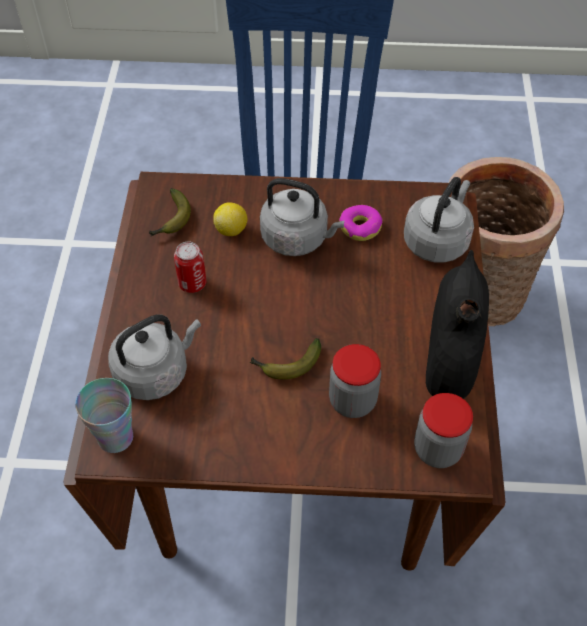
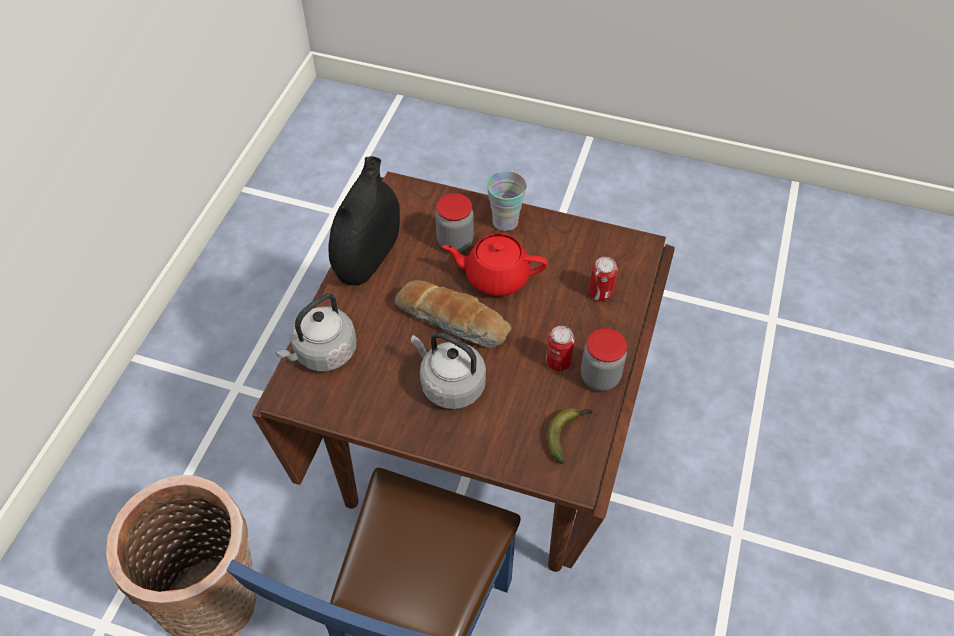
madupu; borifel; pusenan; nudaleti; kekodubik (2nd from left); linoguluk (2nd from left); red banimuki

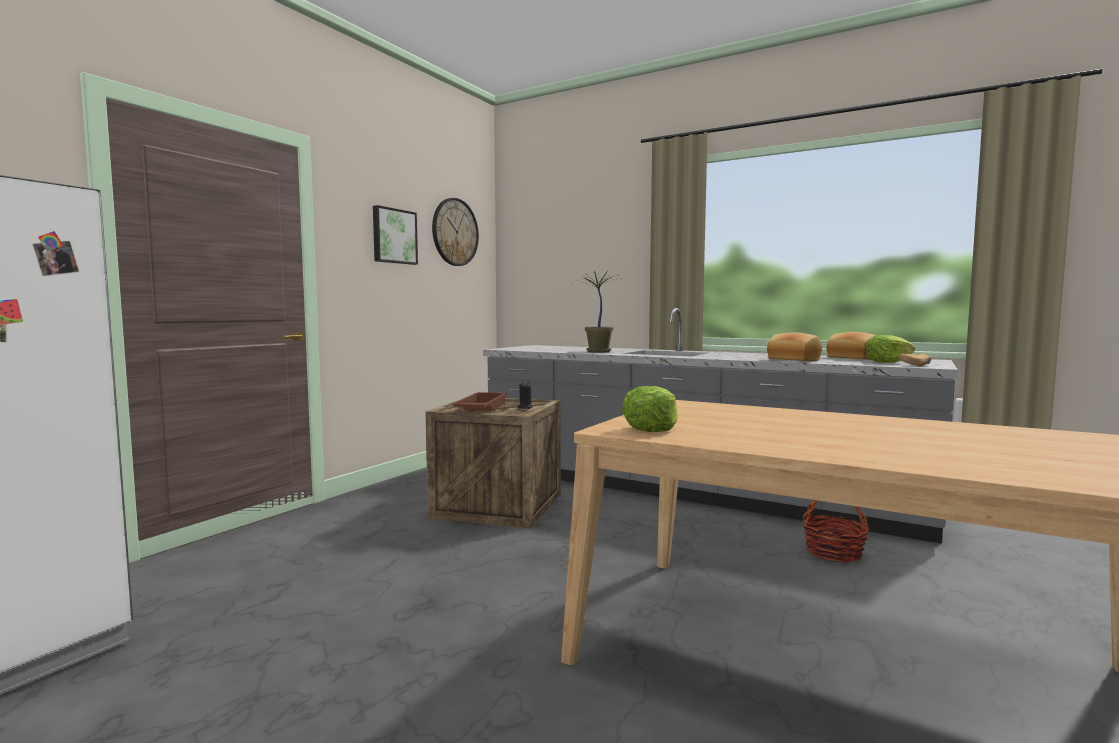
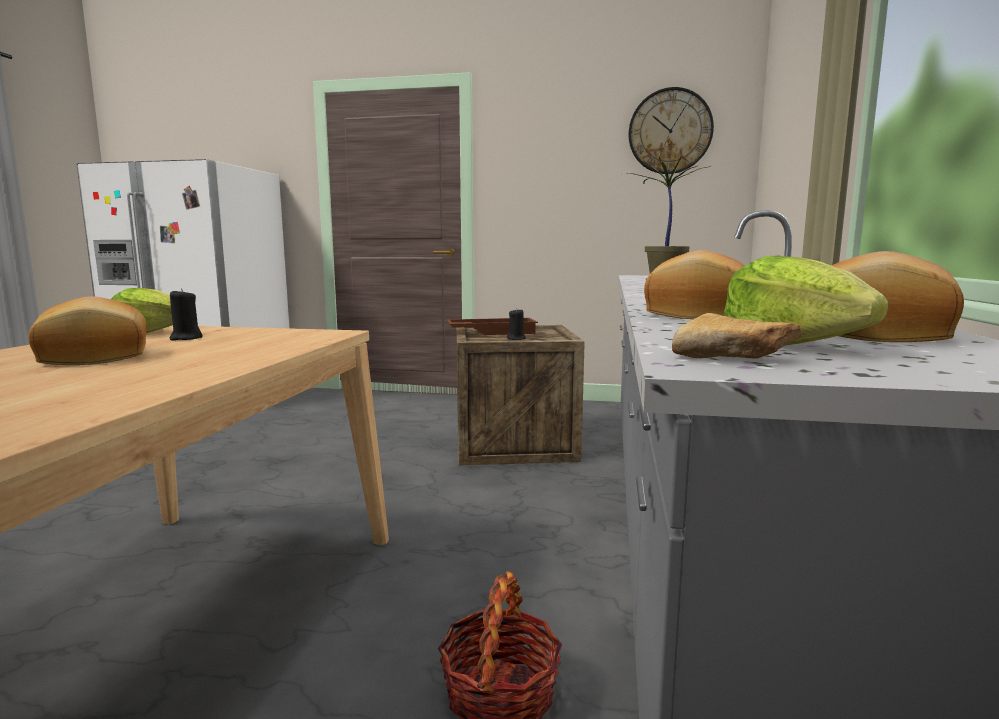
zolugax; pusenan (1st from left); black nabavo (1st from left)

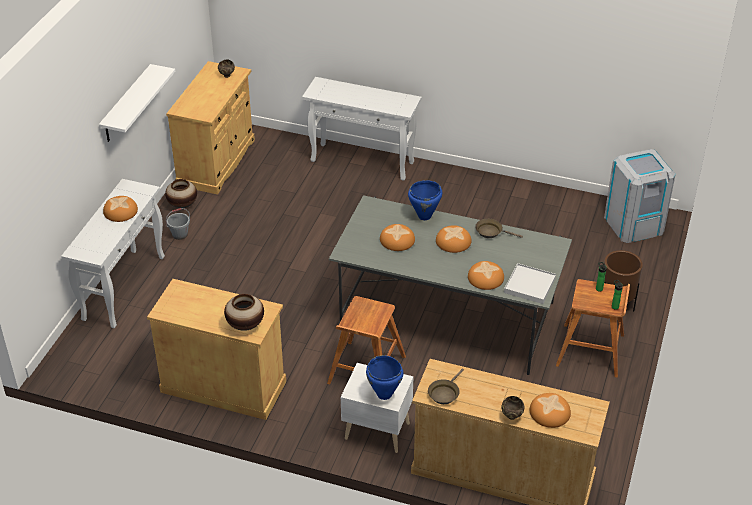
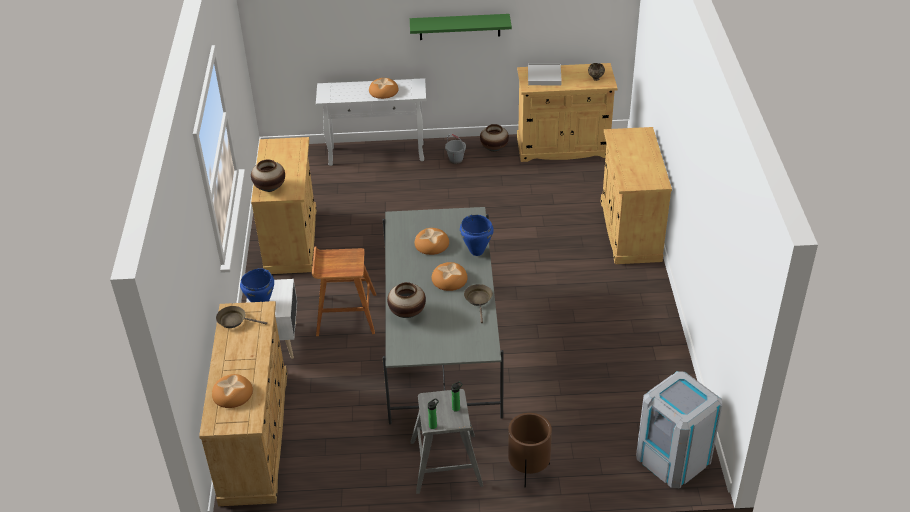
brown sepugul (2nd from left in the first image); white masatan; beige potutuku (3rd from left); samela (2nd from left); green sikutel; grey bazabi

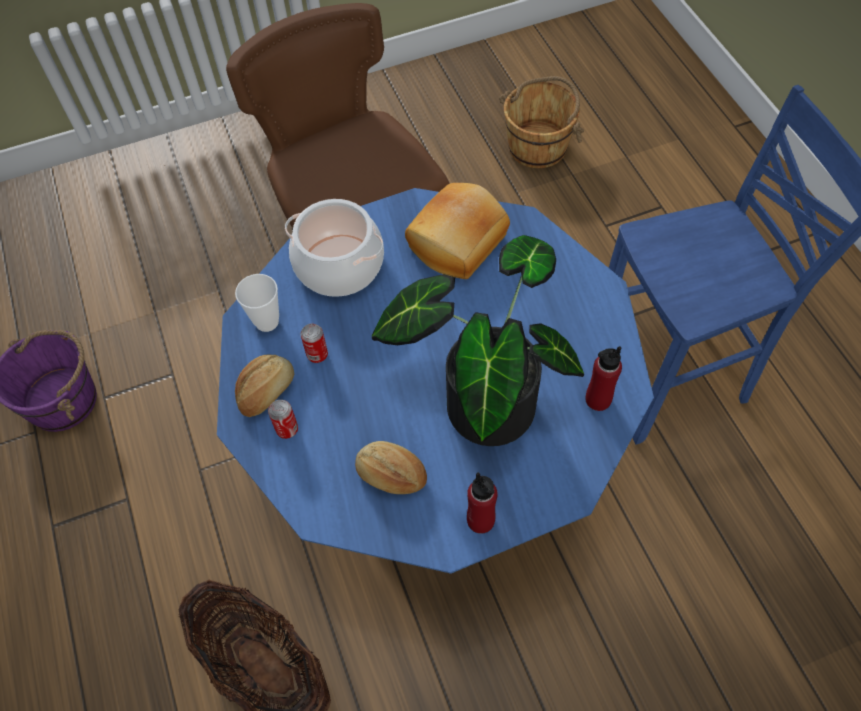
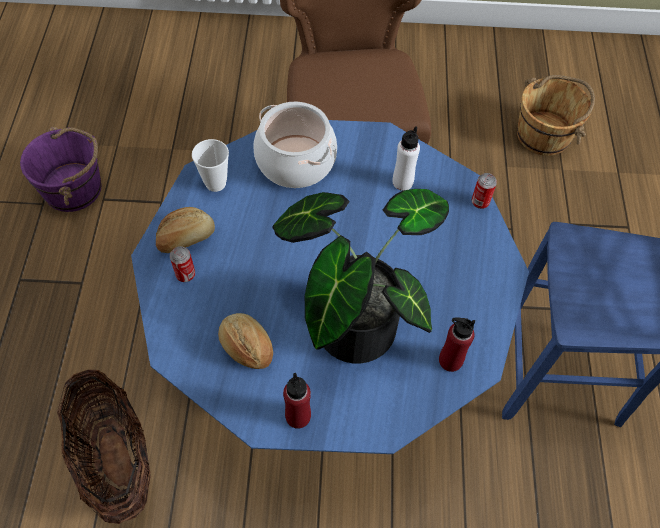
linoguluk (2nd from left); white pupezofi

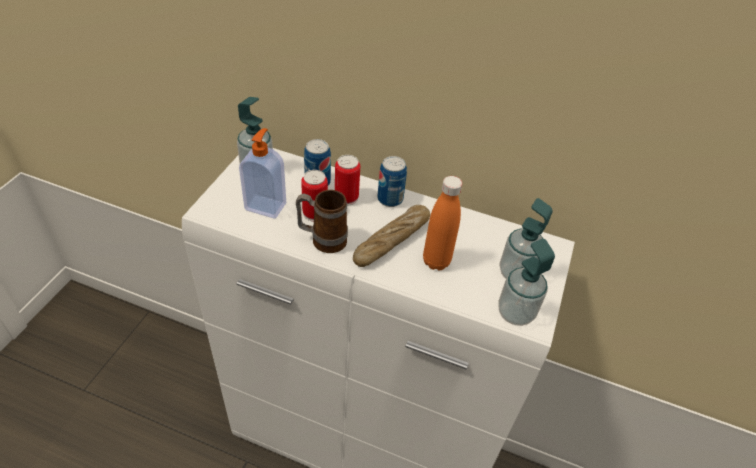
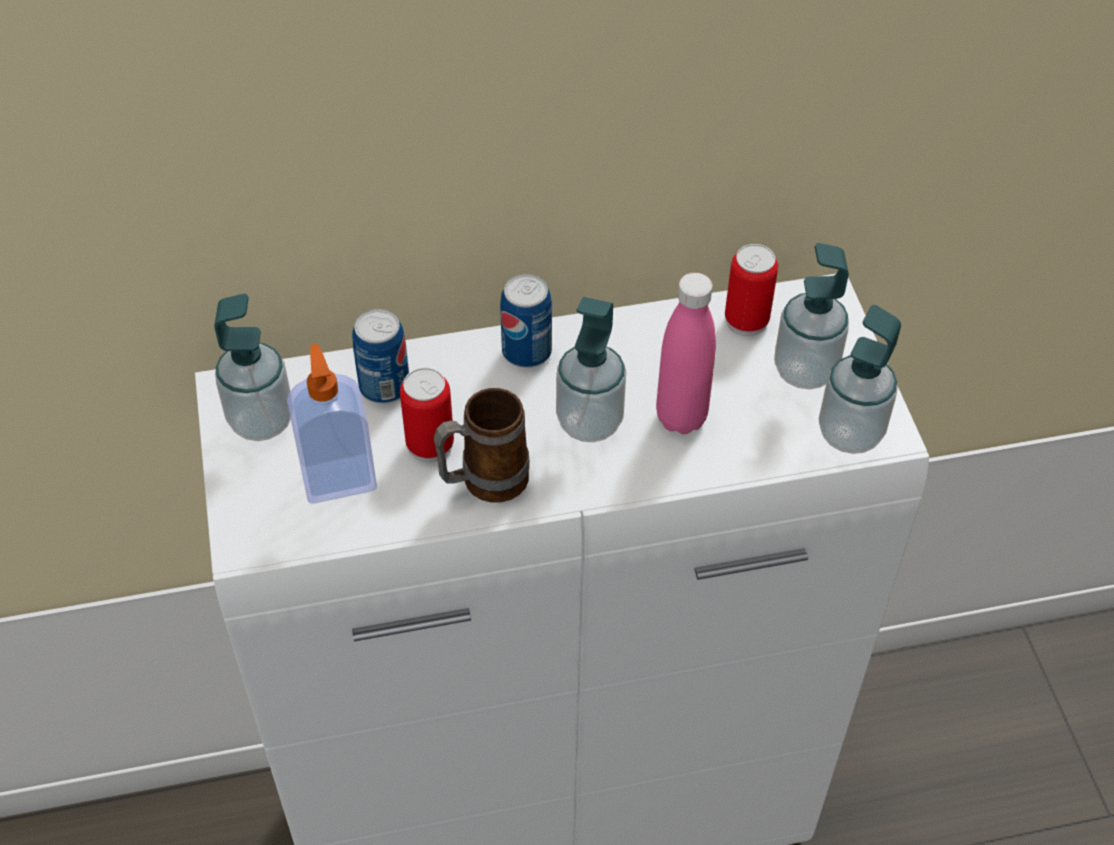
linoguluk (4th from left); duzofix (3rd from left); pink pupezofi

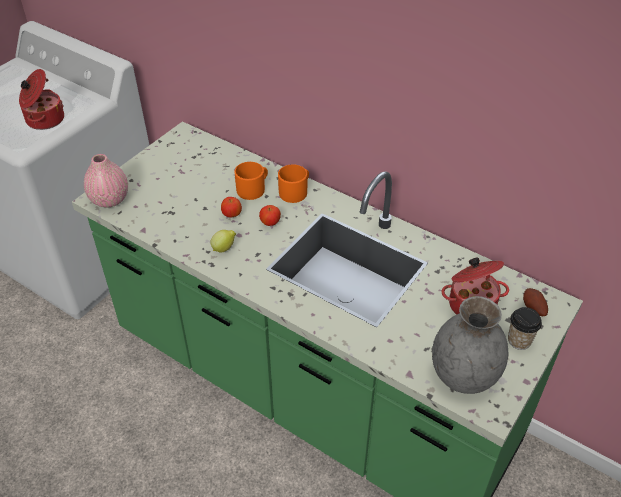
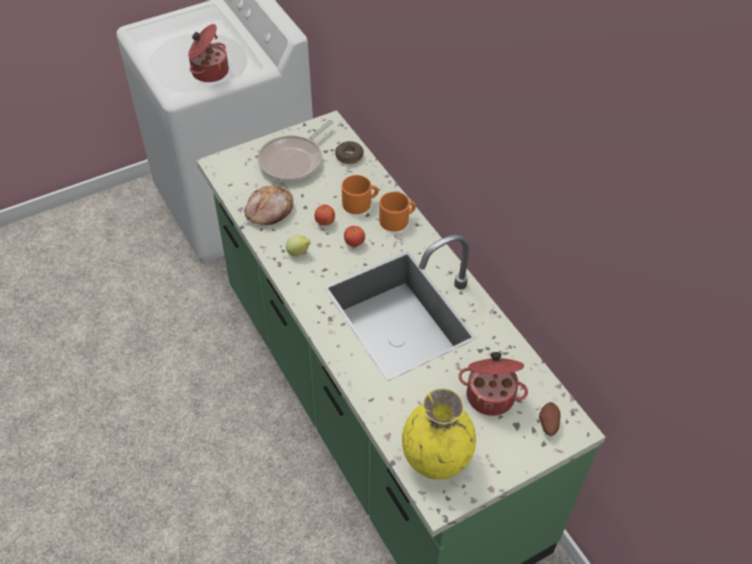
pink samela; nudaleti; pusenan; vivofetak; borifel; yellow samela

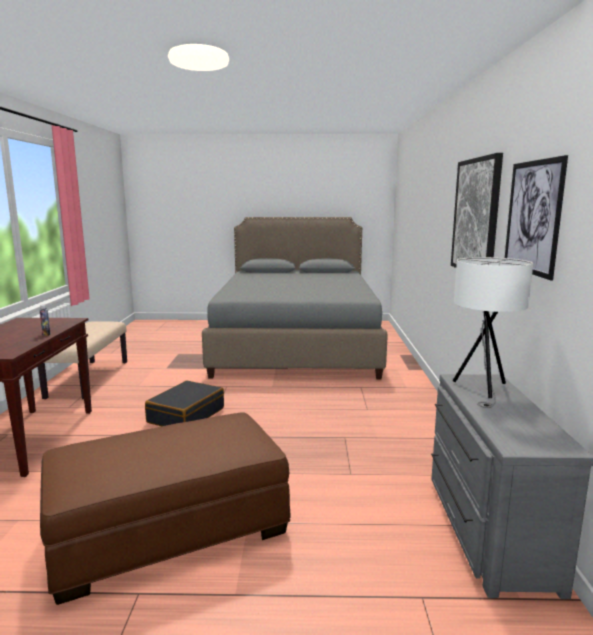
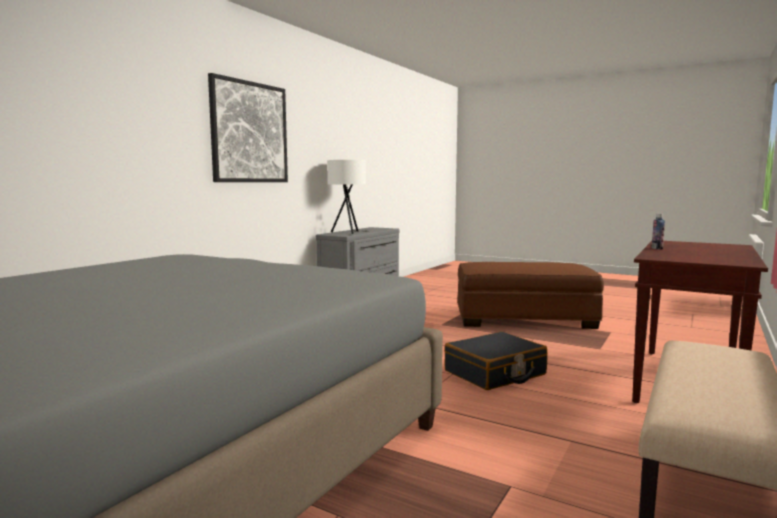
zolugax (2nd from left in the first image)

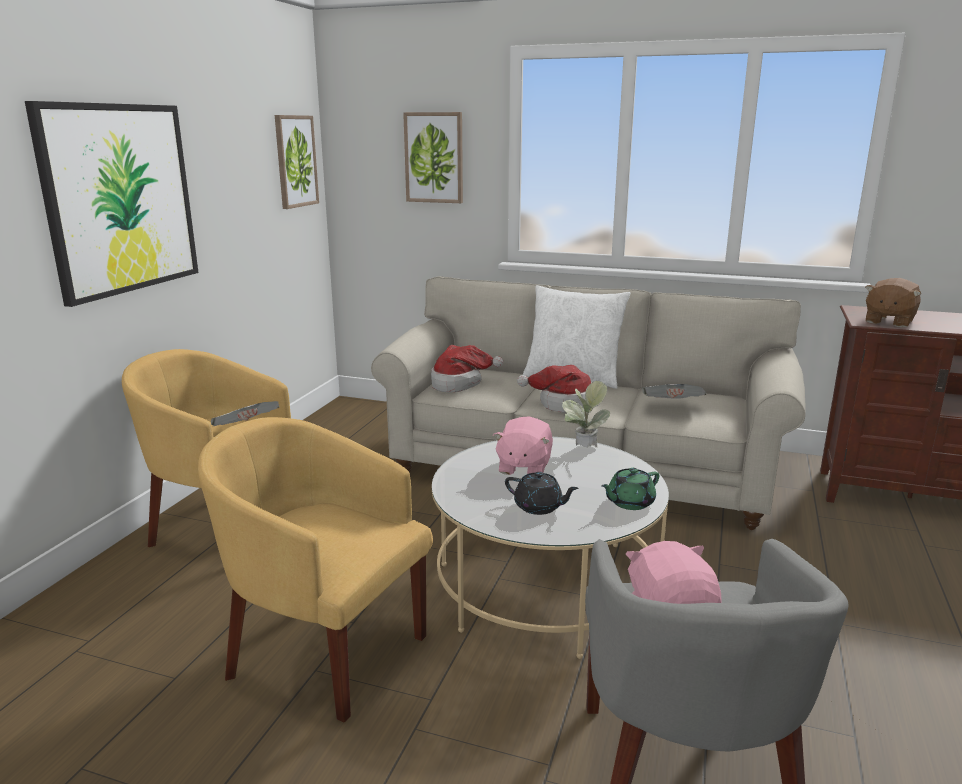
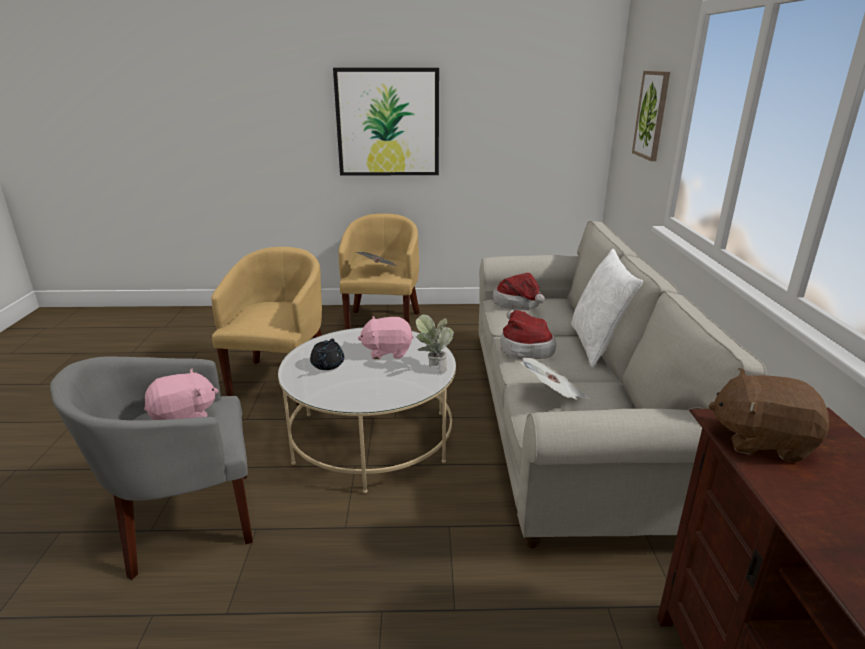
zolugax (2nd from left in the first image); green banimuki

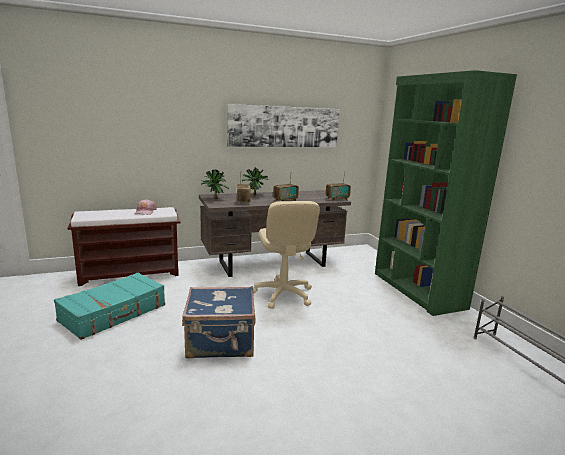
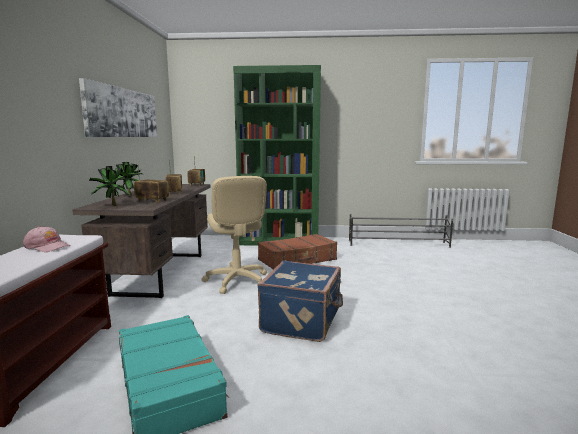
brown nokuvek; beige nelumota

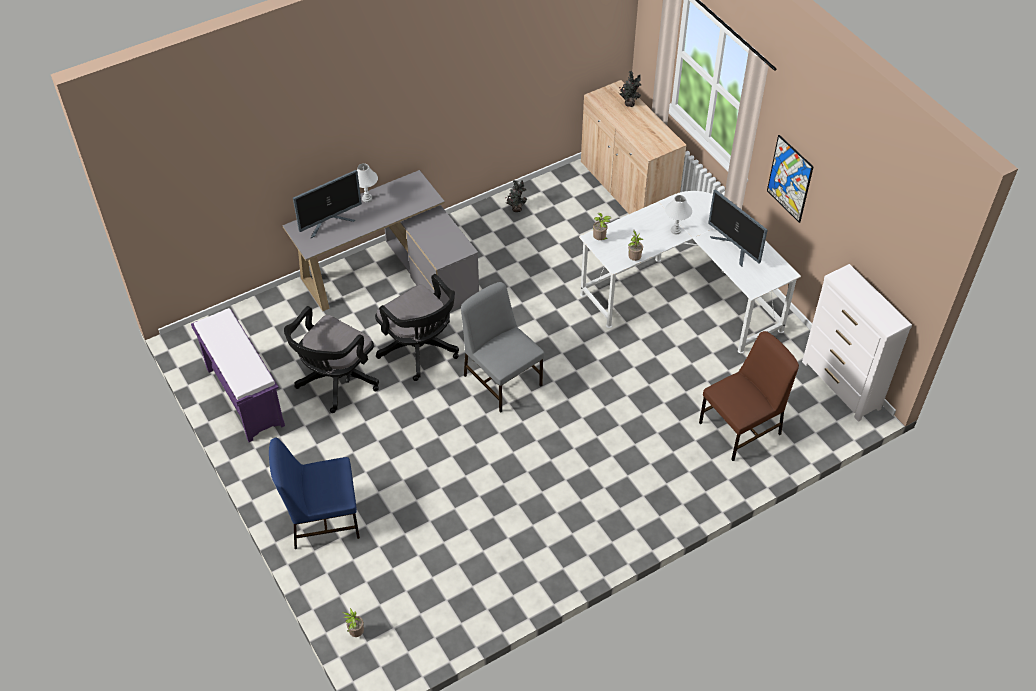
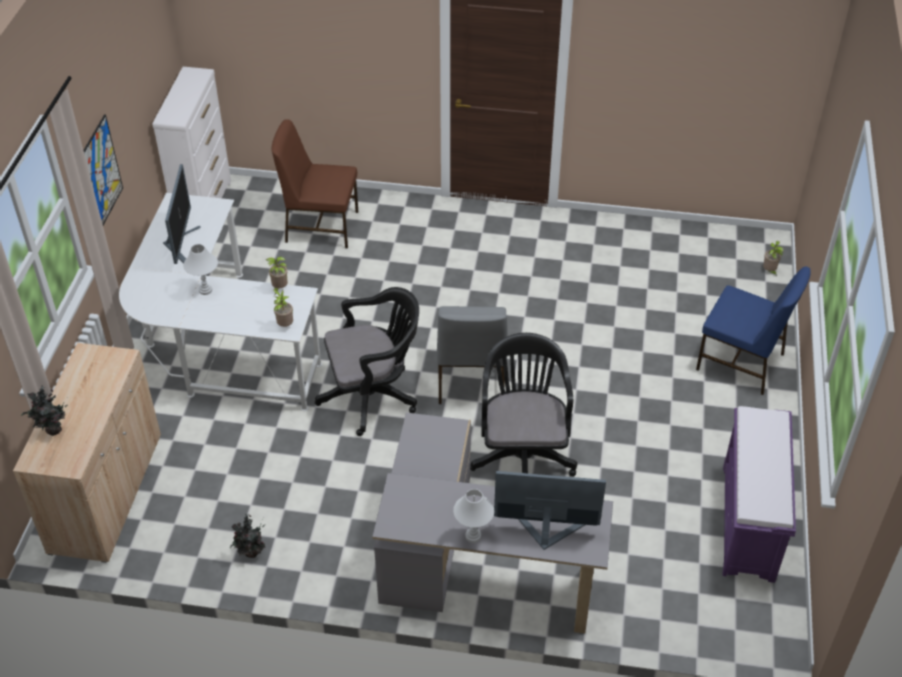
black nelumota (1st from left)

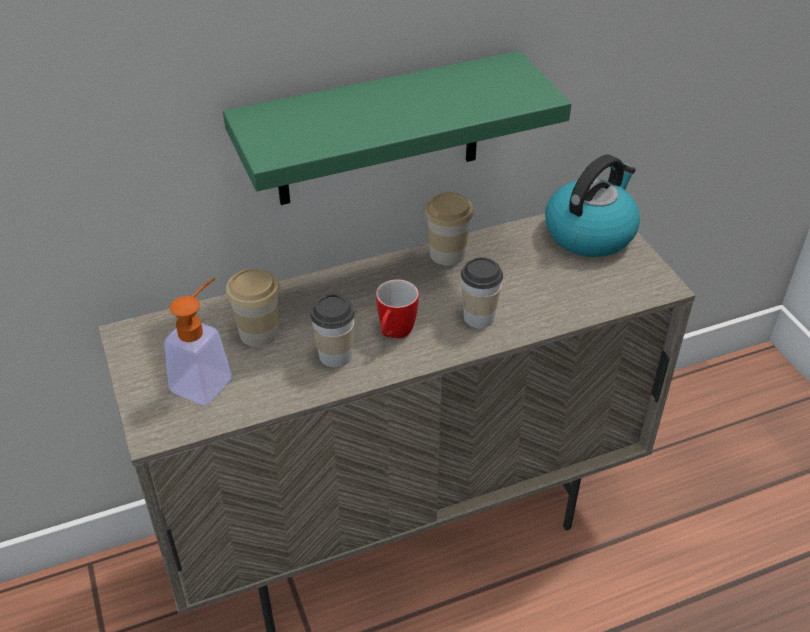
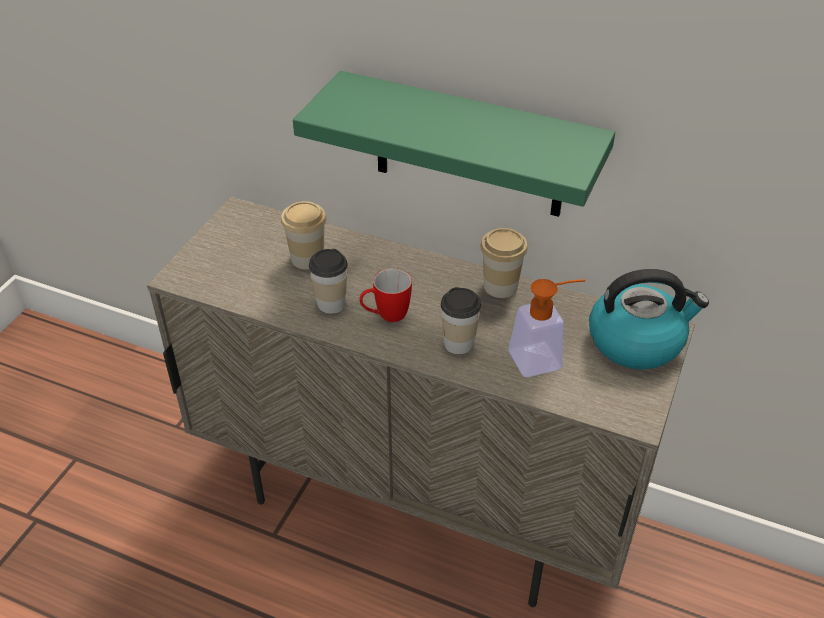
duzofix

